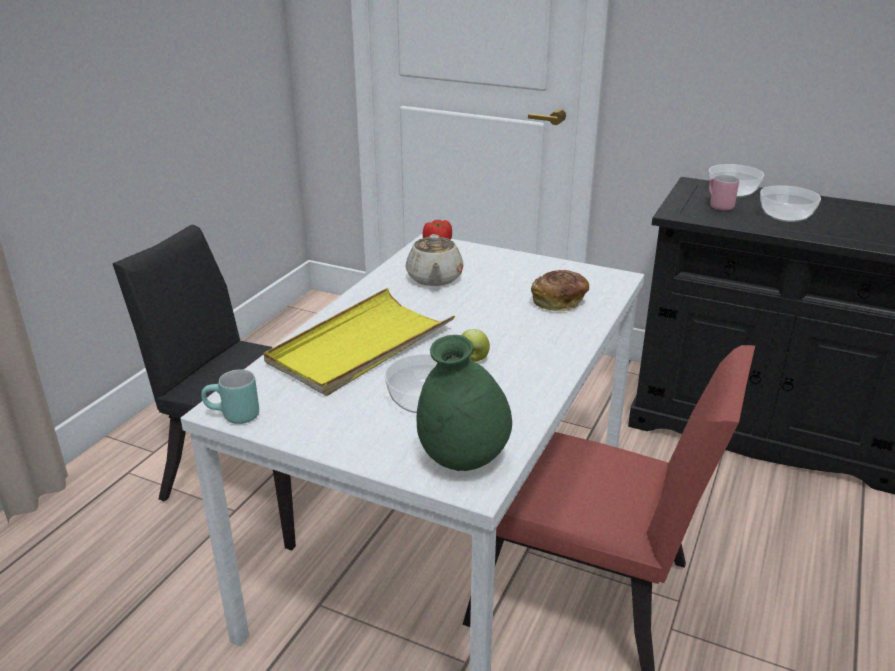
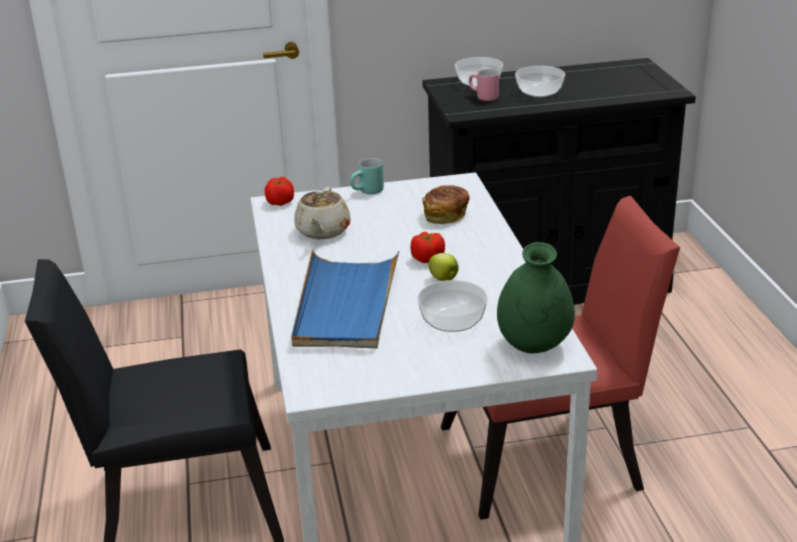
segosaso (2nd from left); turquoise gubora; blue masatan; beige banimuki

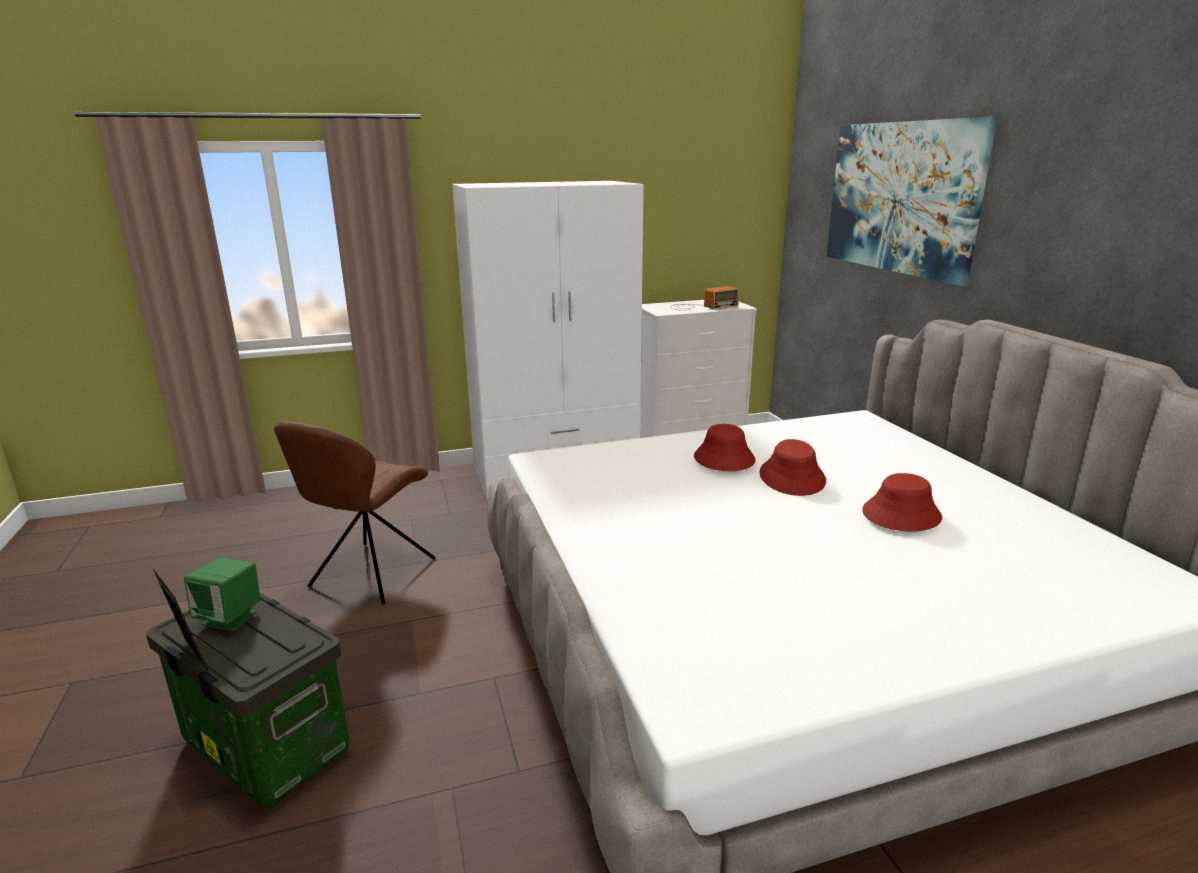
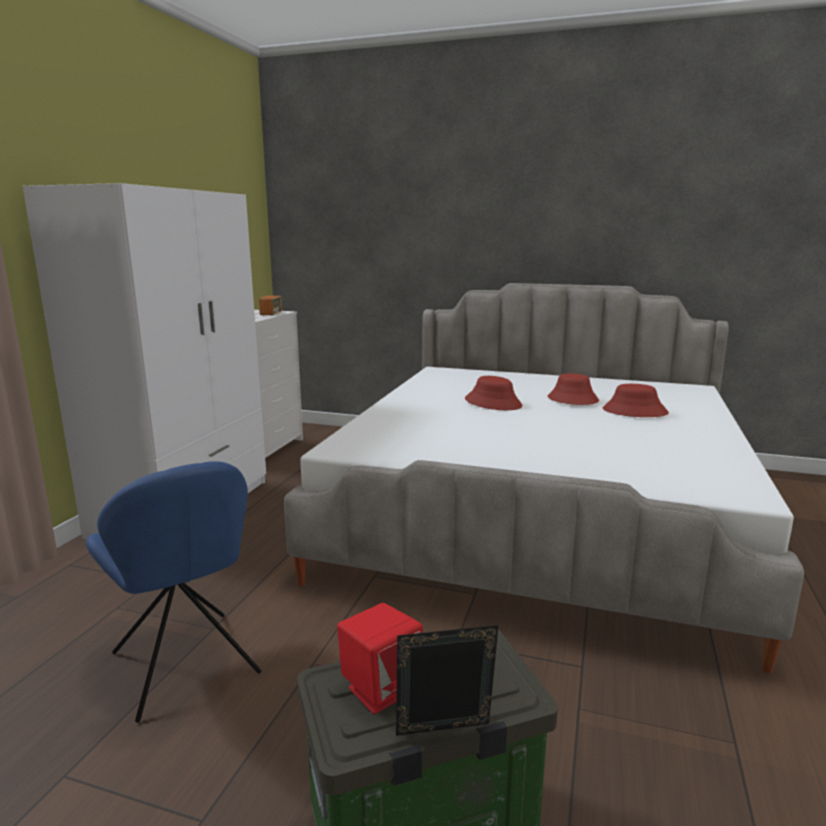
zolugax; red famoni (3rd from left); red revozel; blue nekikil

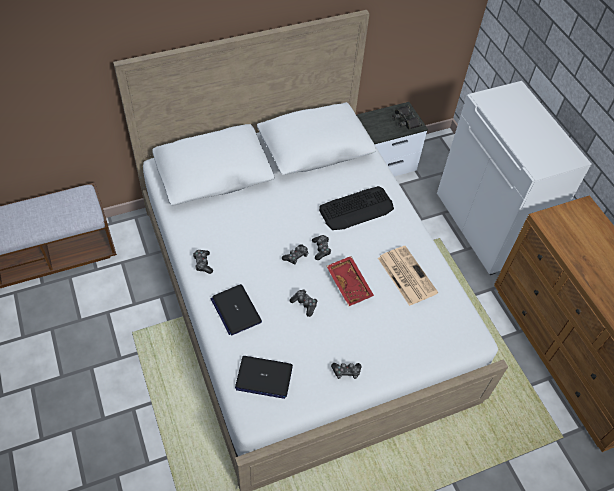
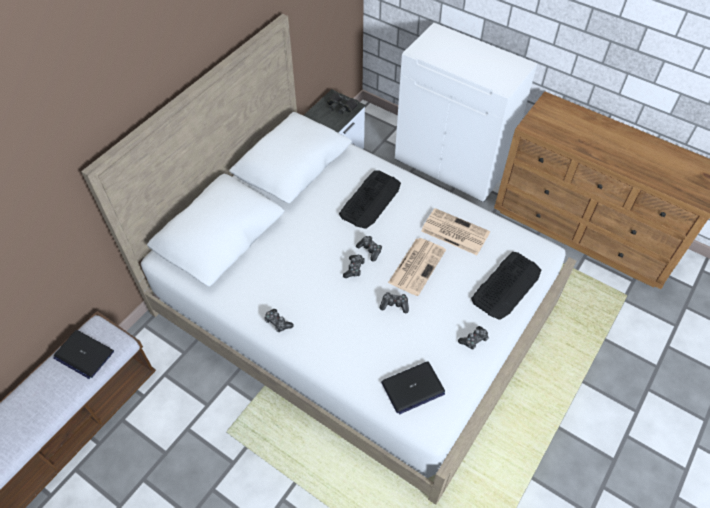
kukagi (2nd from left); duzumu (1st from left); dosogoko (1st from left)

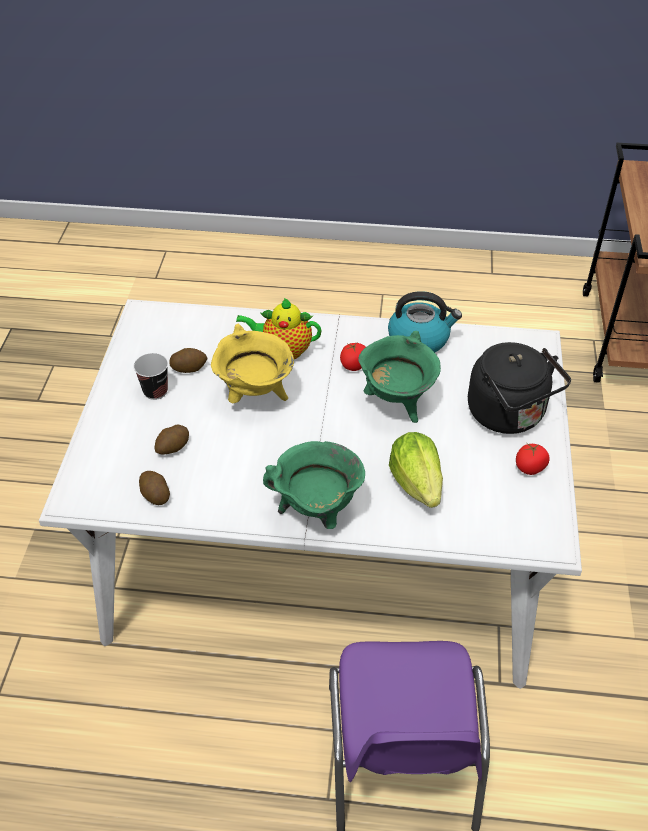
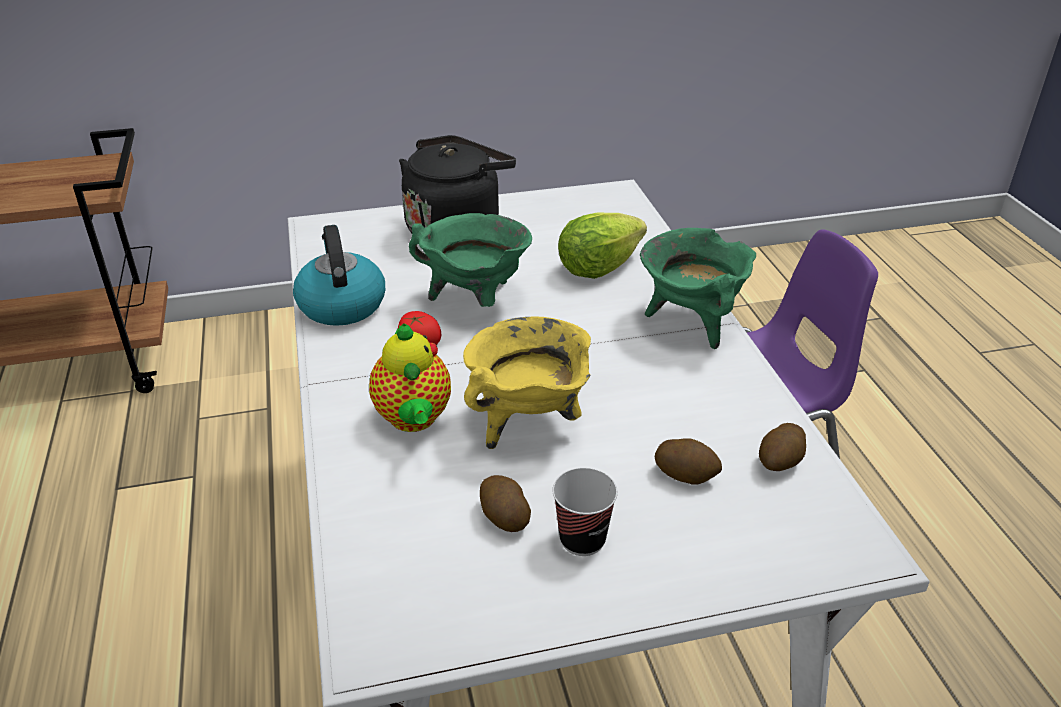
segosaso (2nd from left in the first image)

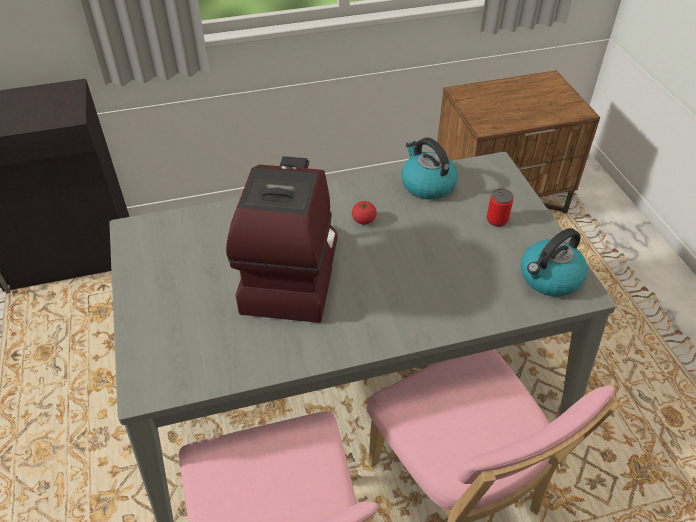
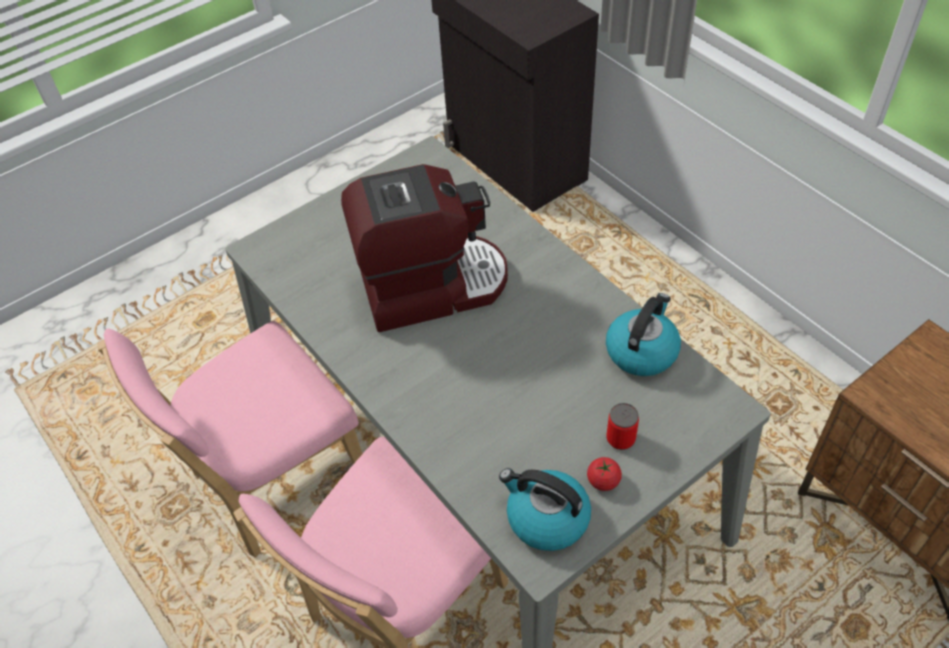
segosaso

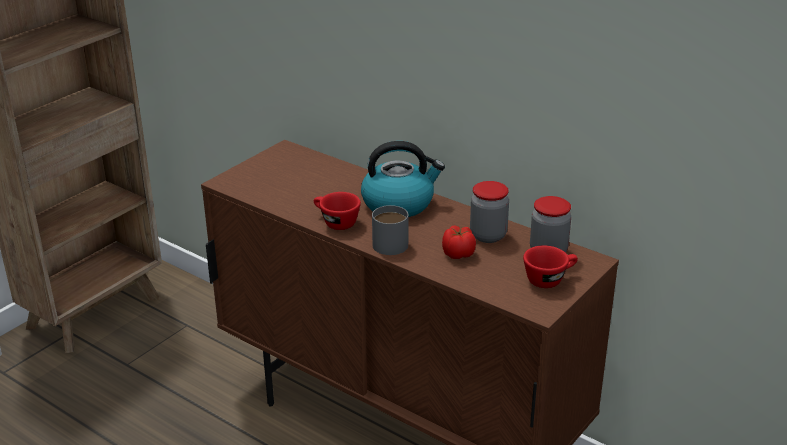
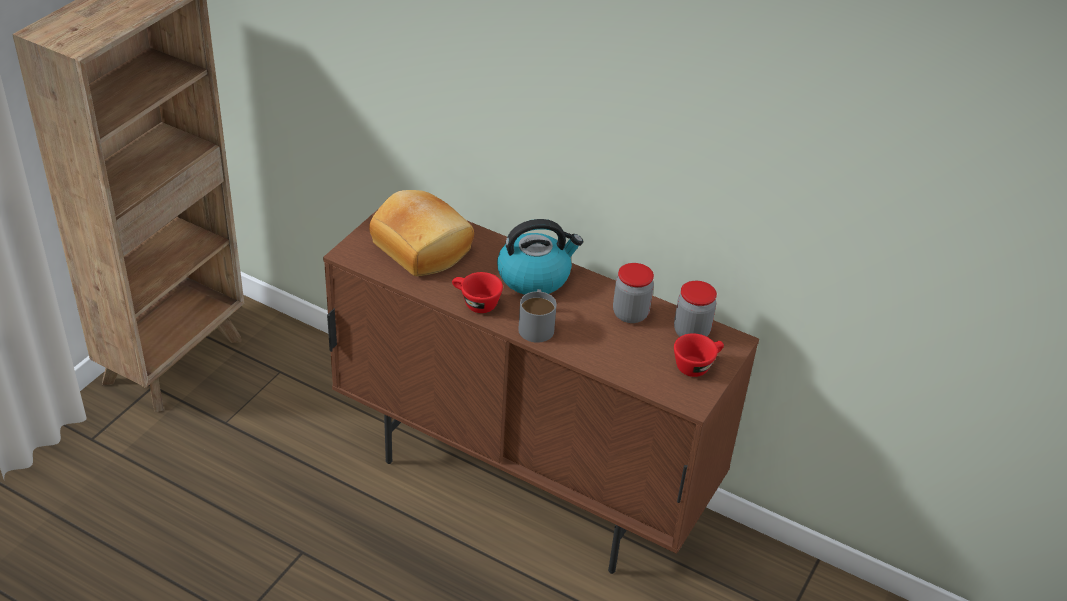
segosaso; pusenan

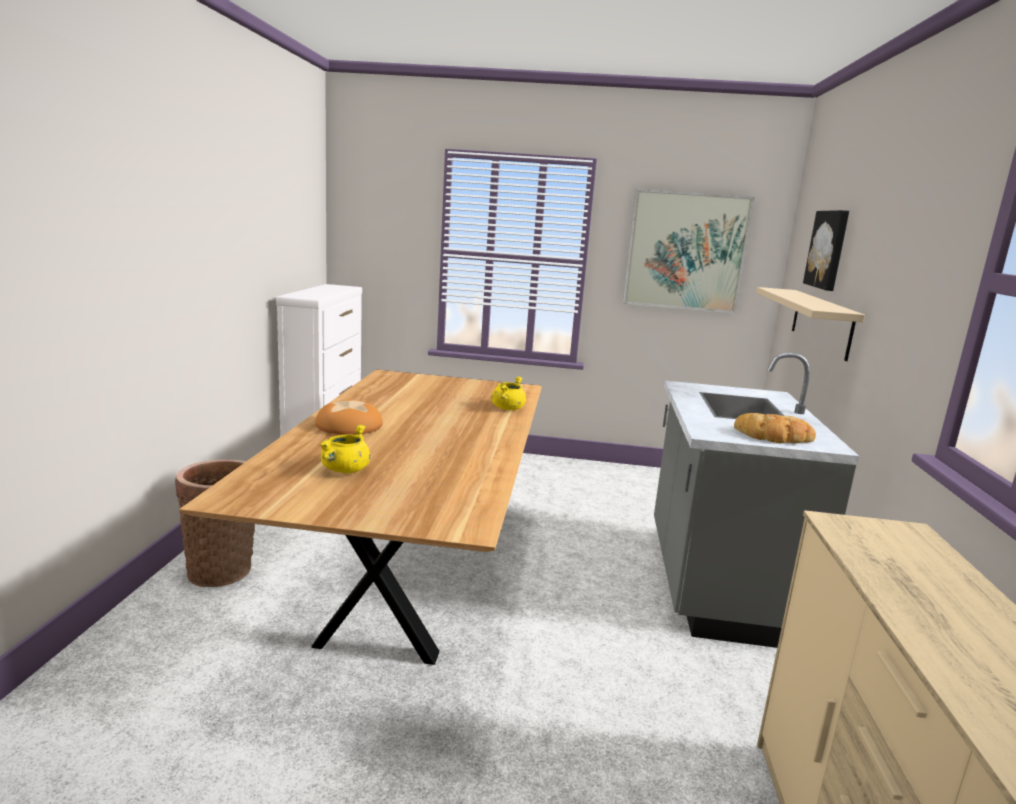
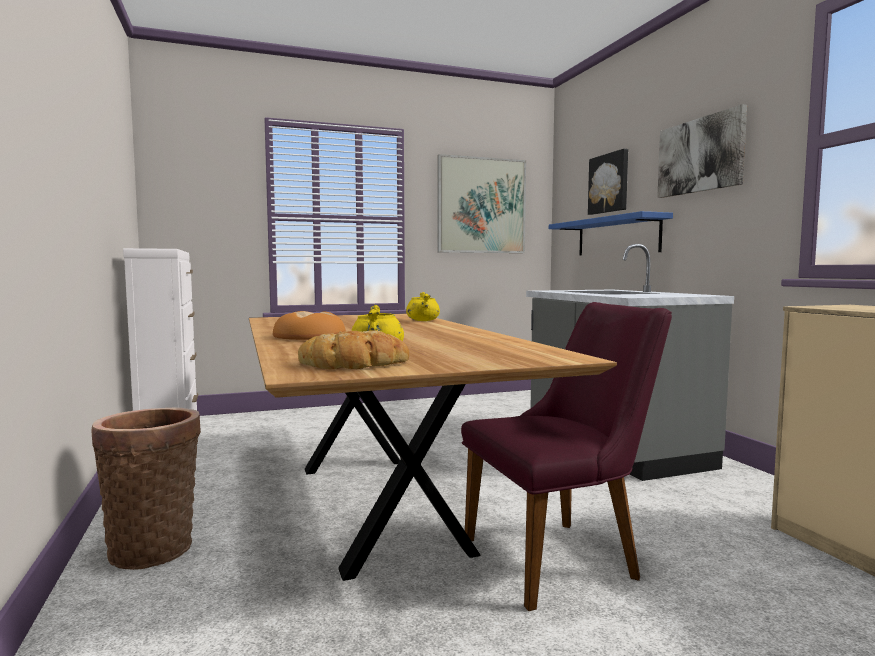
purple nekikil; zolugax (3rd from left); pusenan (2nd from left); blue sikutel

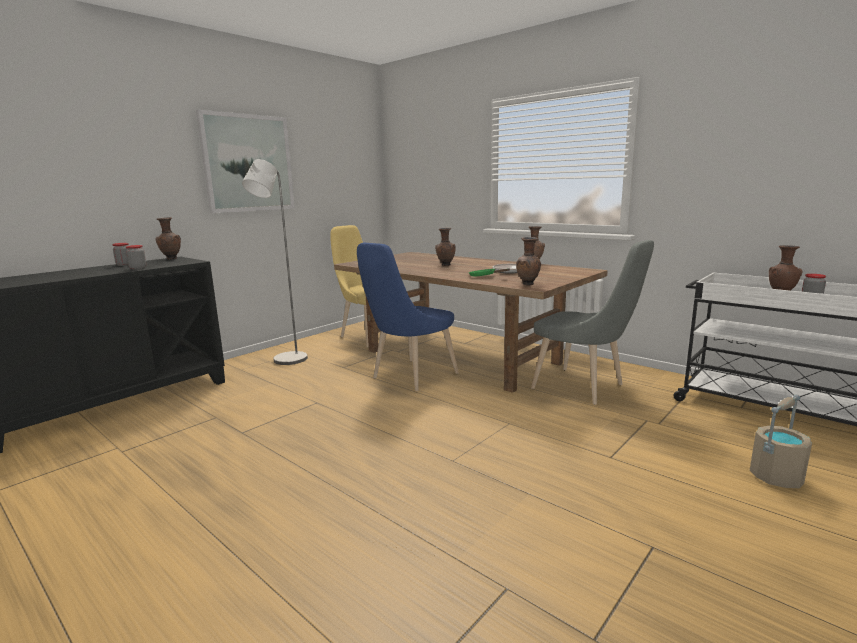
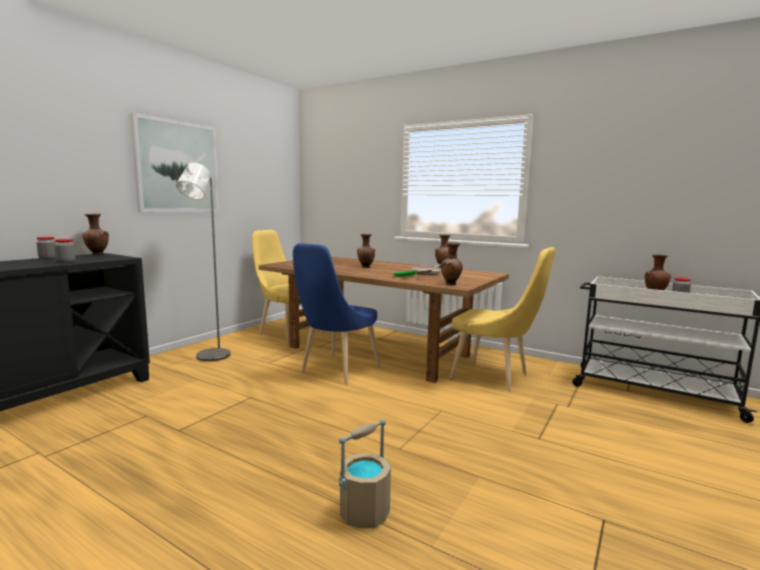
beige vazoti; yellow nekikil (2nd from left)

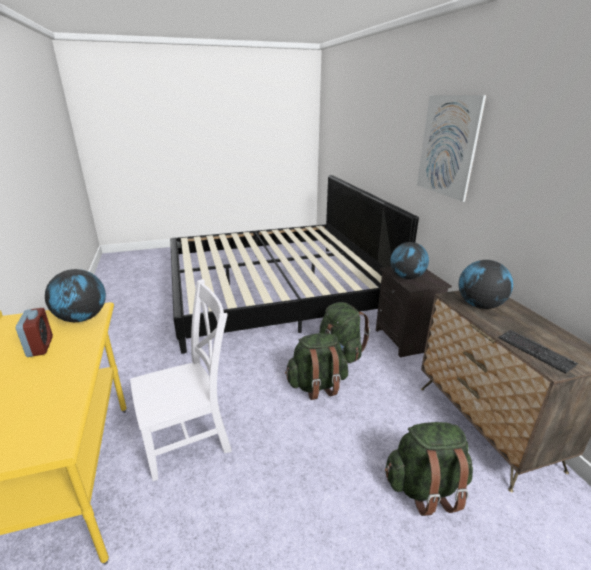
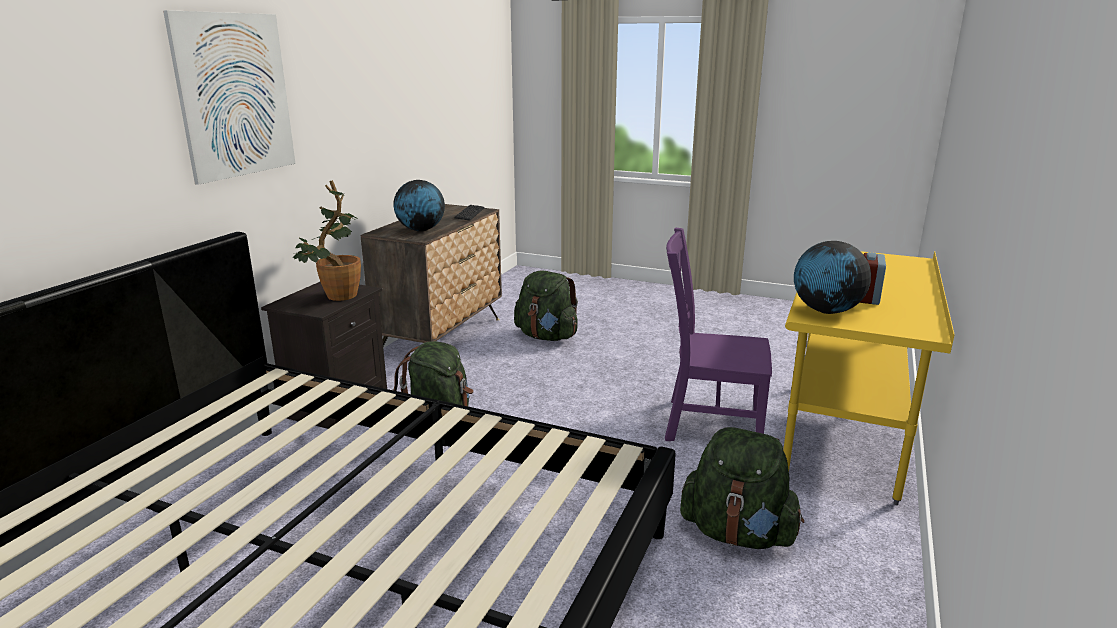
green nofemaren (3rd from left); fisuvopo; purple nekikil

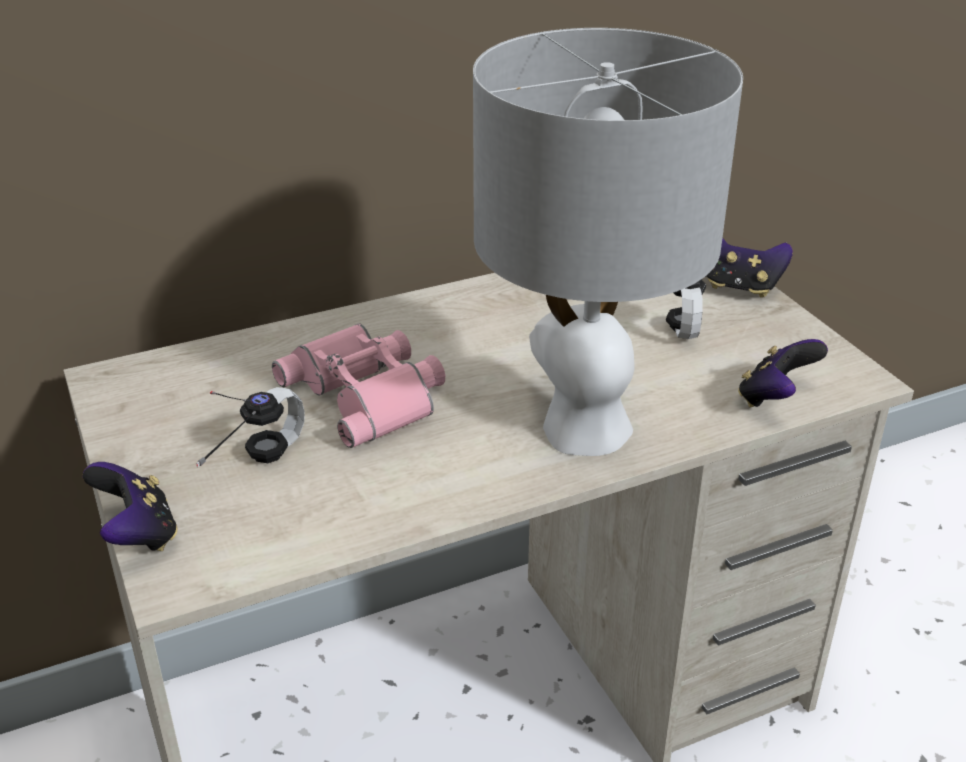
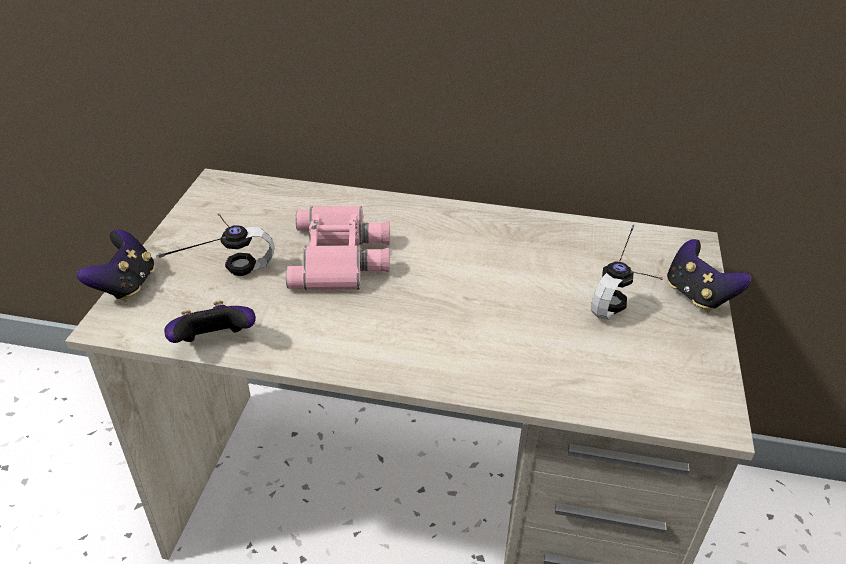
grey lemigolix; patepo (2nd from left)

